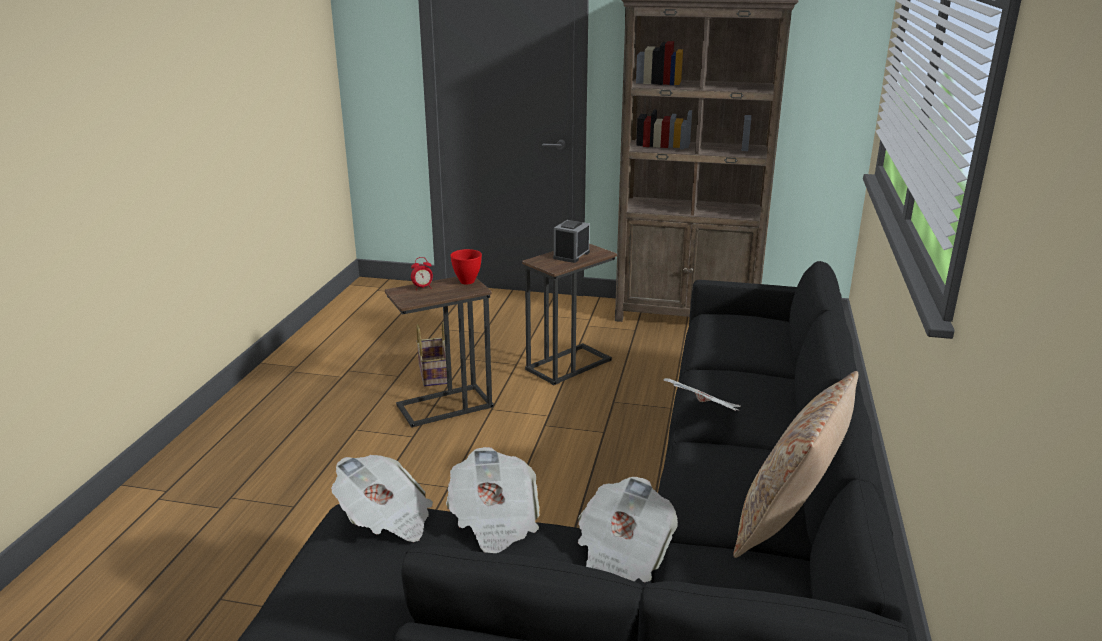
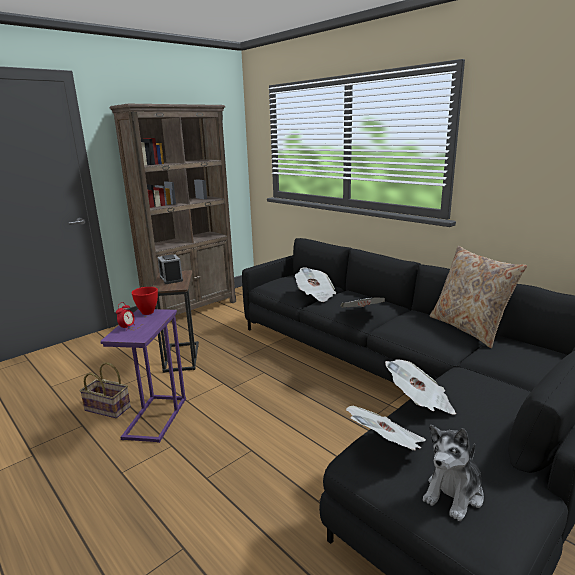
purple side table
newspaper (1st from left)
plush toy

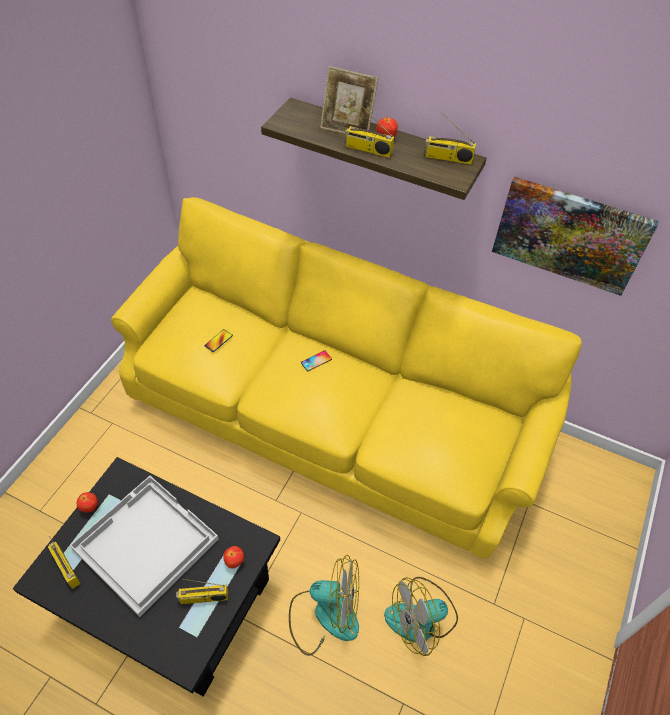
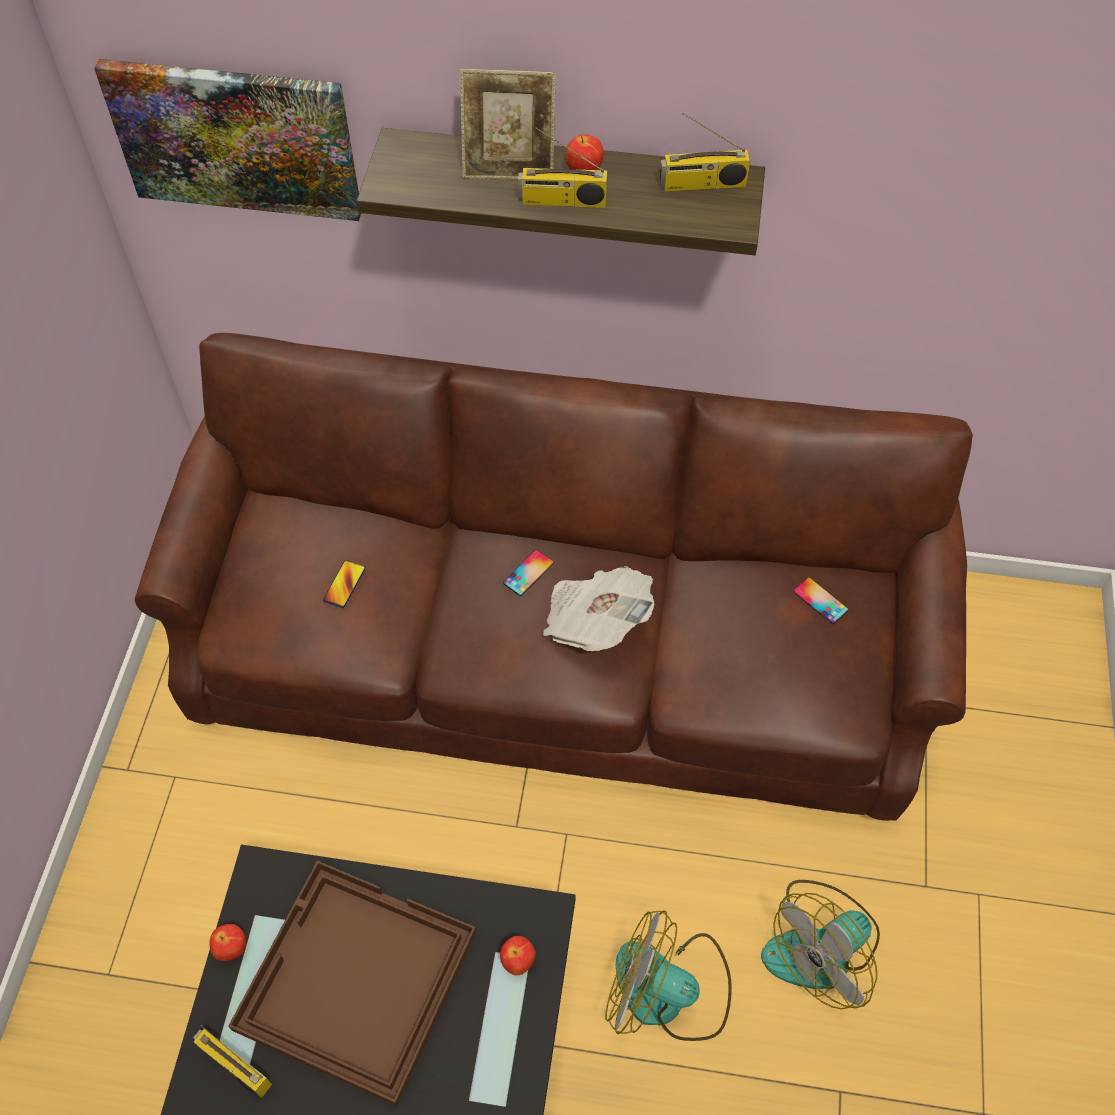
brown tray
brown sofa
radio (2nd from left in the first image)
fan (1st from left)
picture
newspaper
phone (3rd from left)

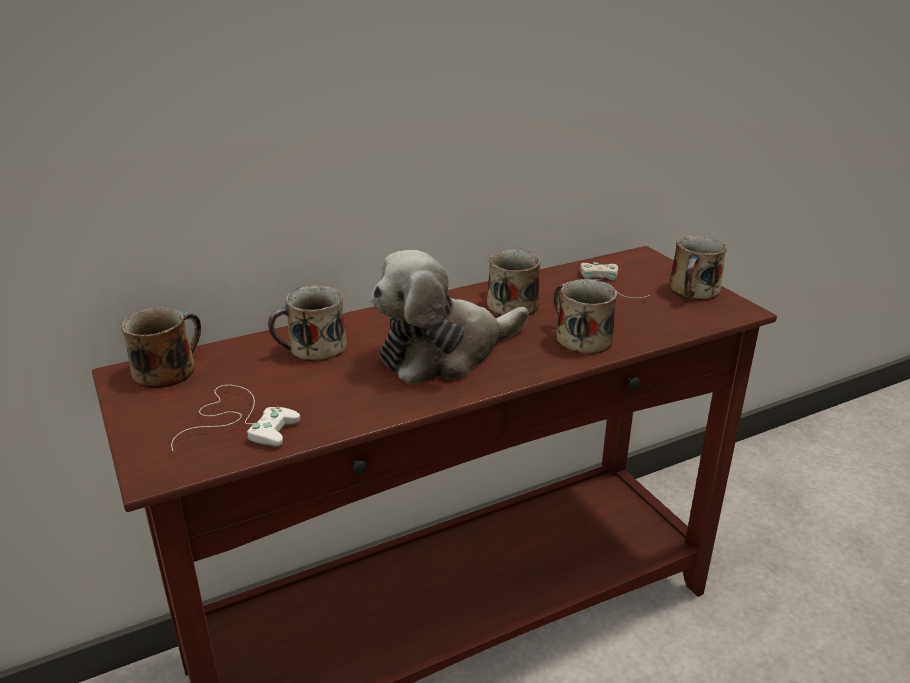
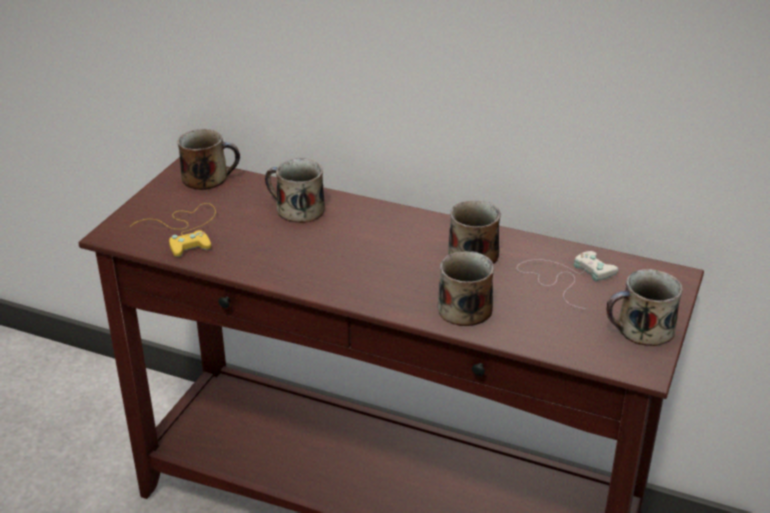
yellow game controller
plush toy

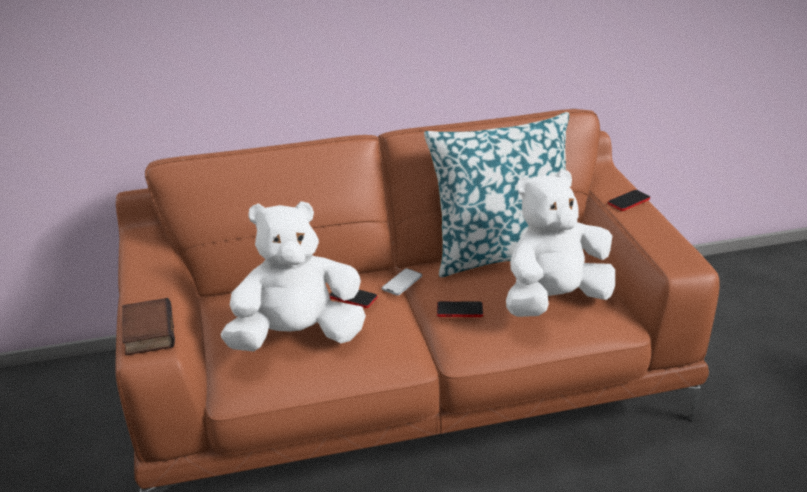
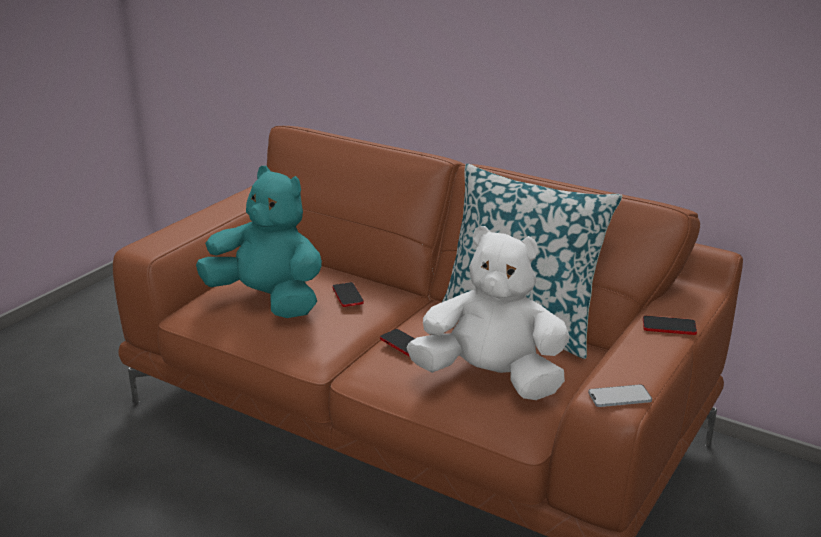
book
turquoise plush toy
phone (3rd from left)

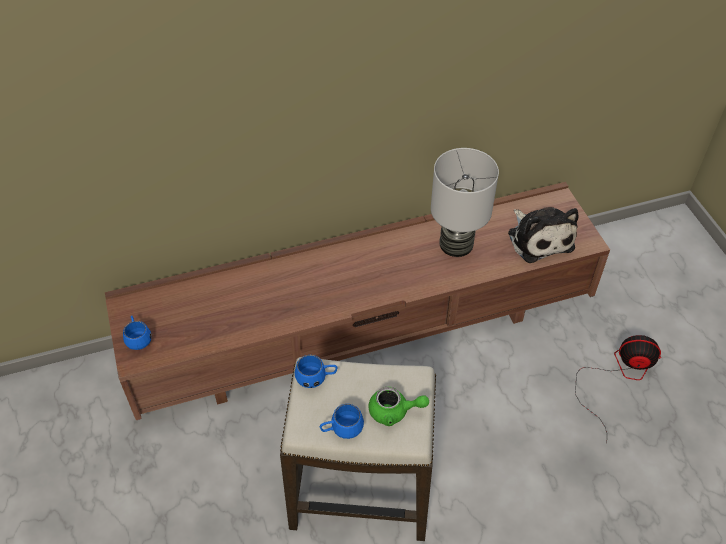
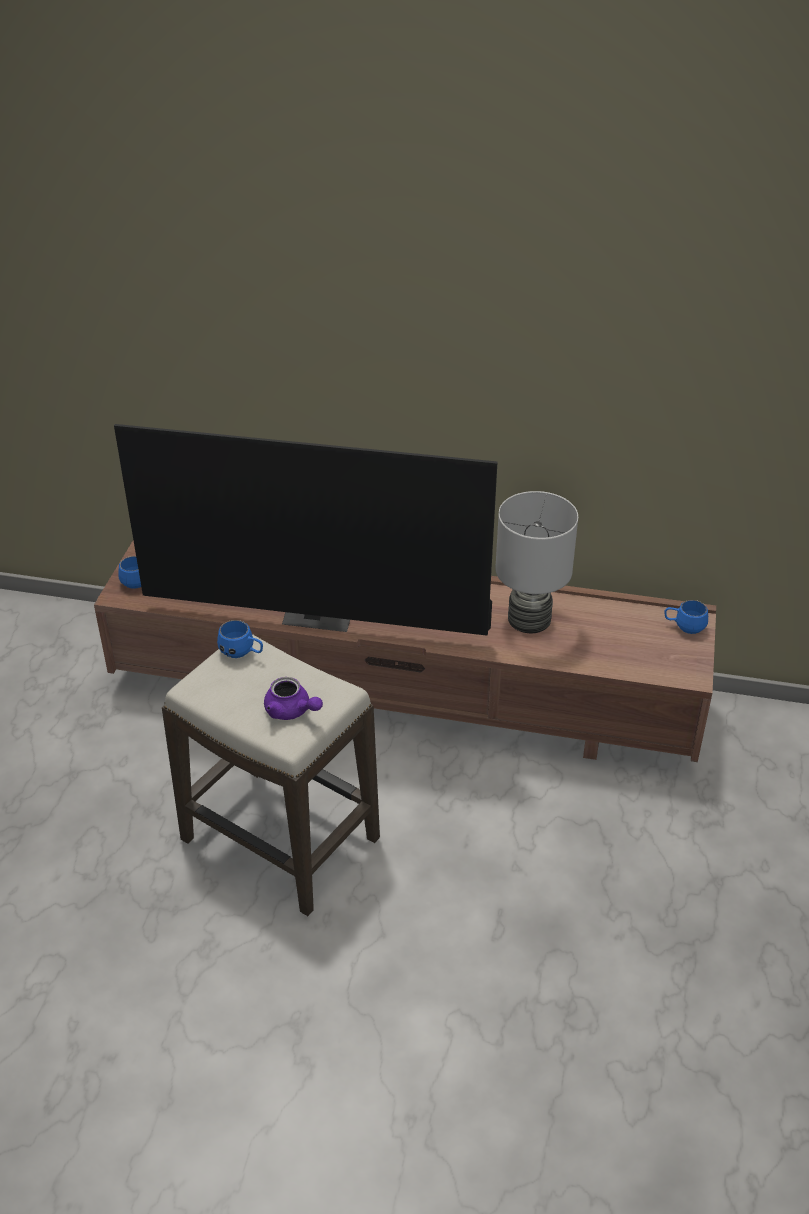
blue mug (3rd from left)
purple teapot
plush toy
fan
television

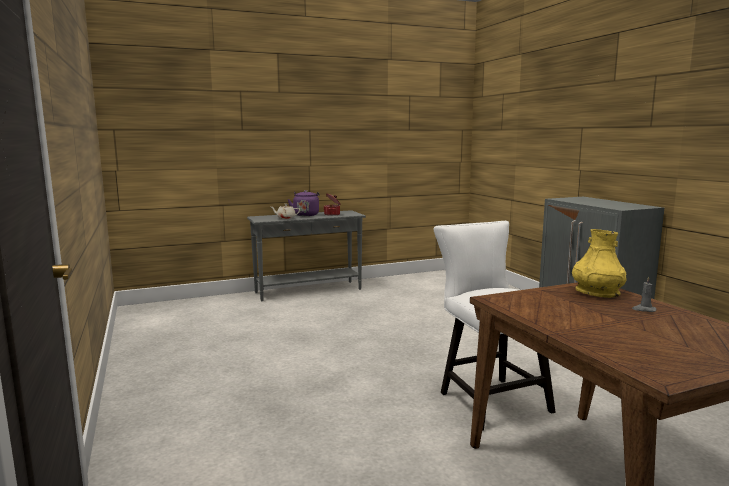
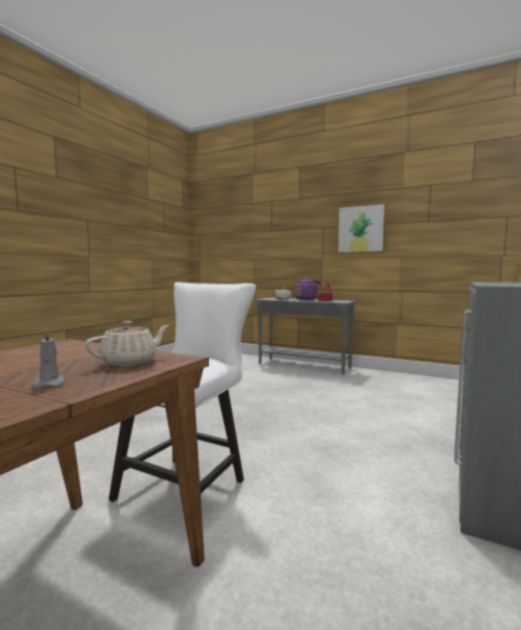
beige teapot (1st from left)
picture

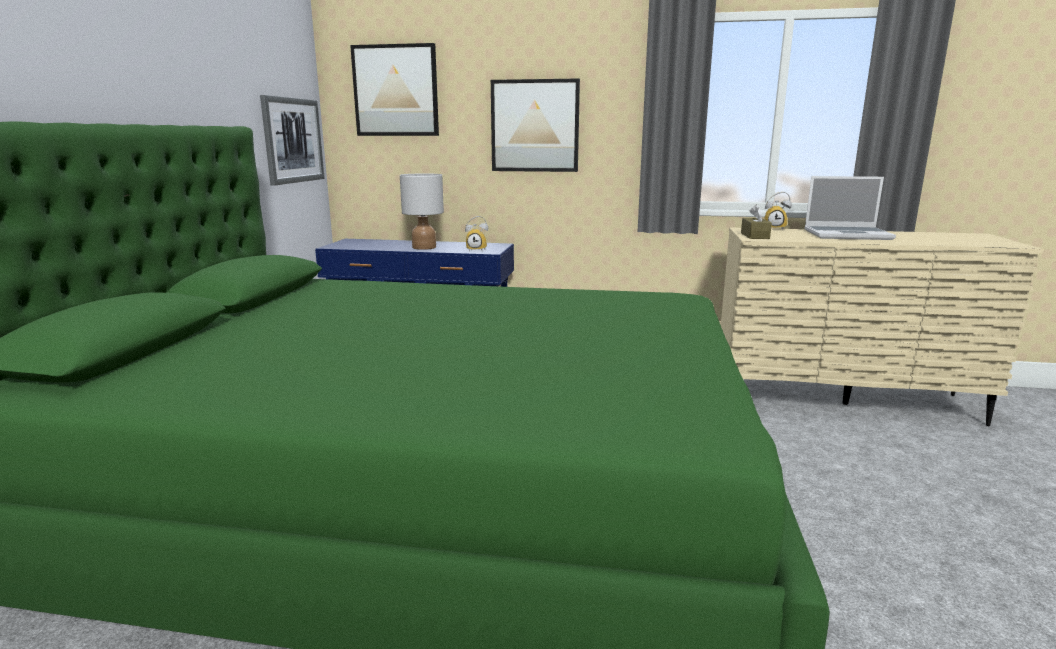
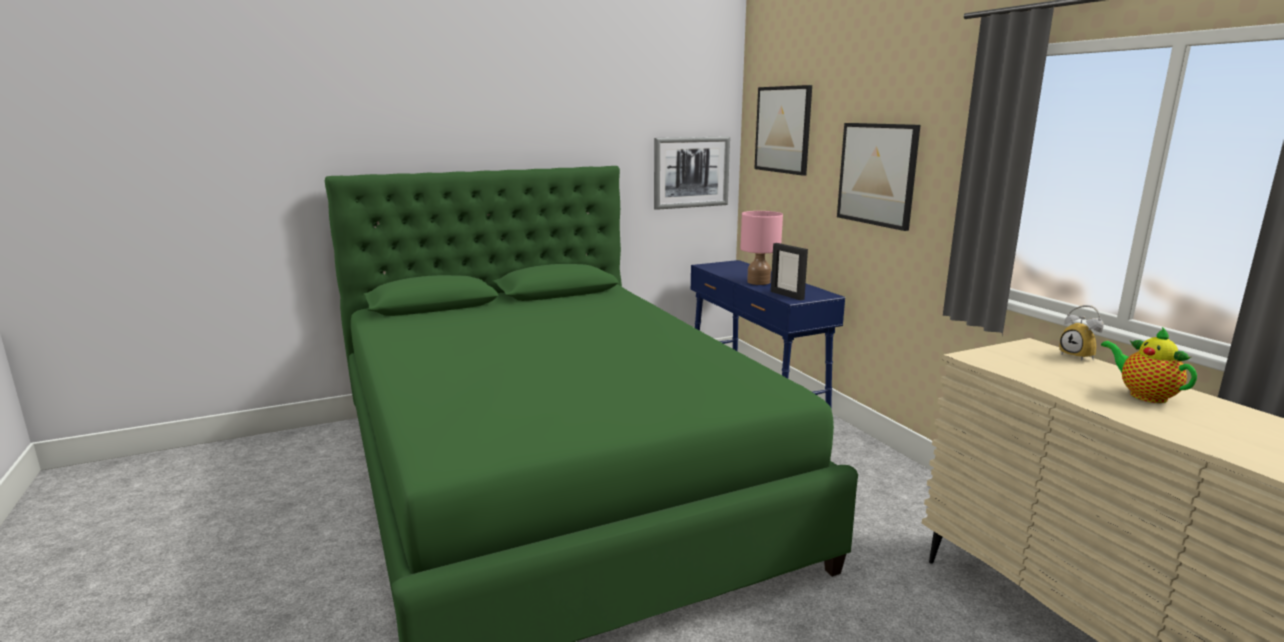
pink table lamp
picture frame
brown tissue box
teapot

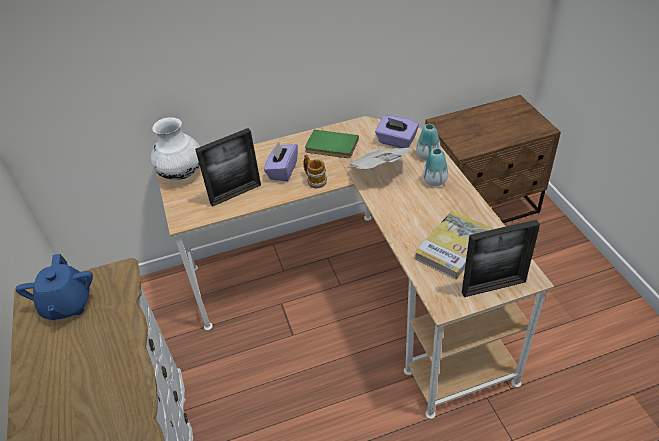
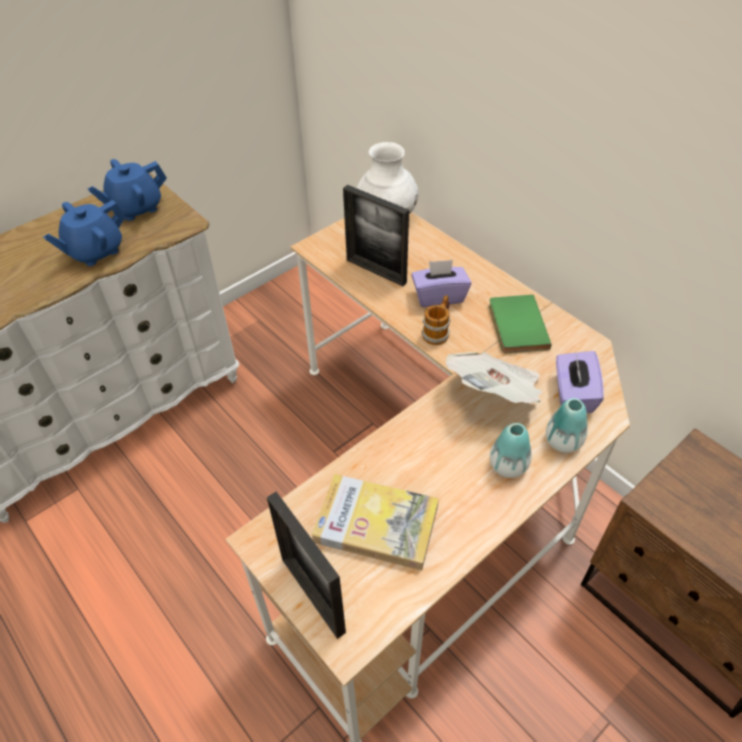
blue teapot (1st from left)

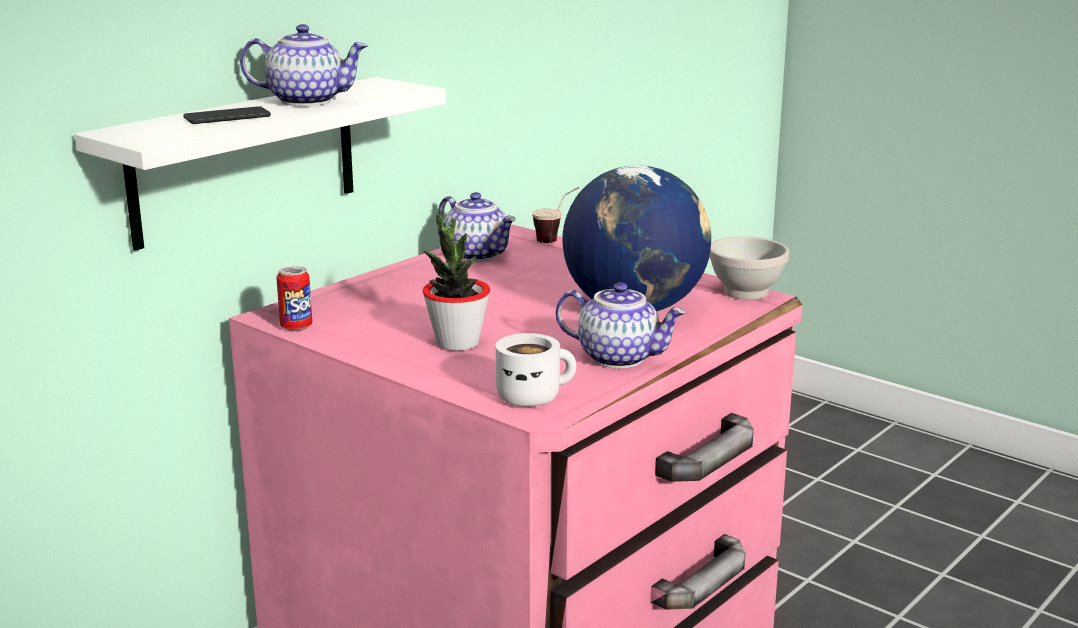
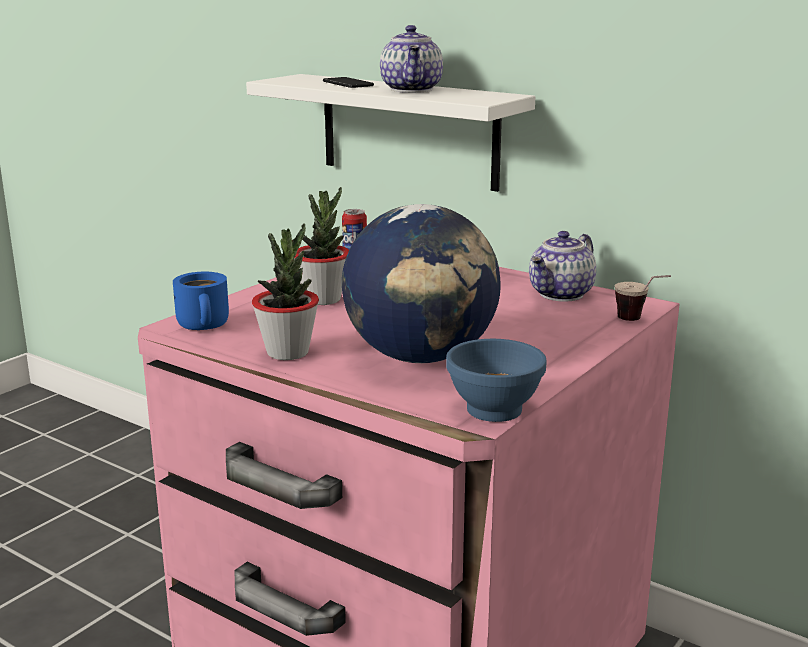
blue mug
potted plant (1st from left)
blue bowl

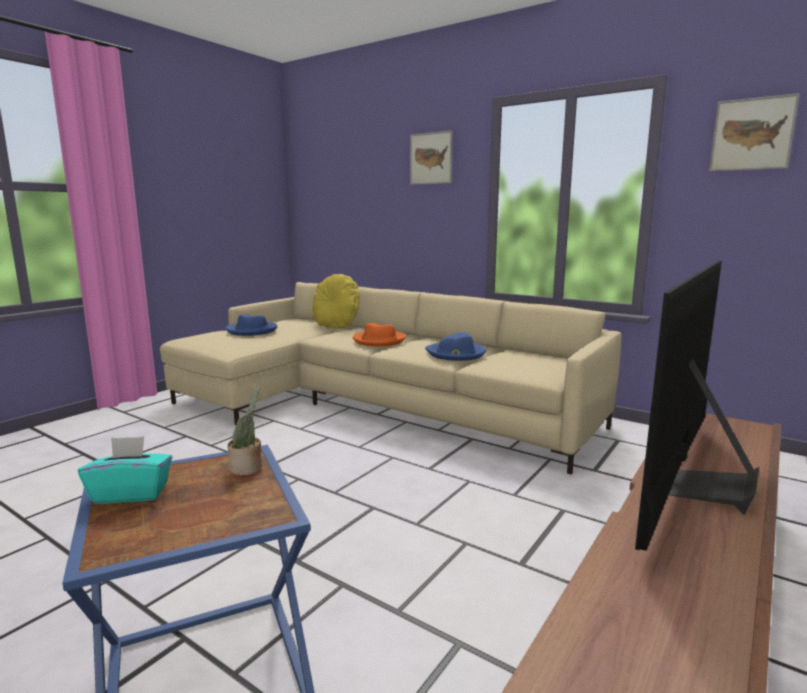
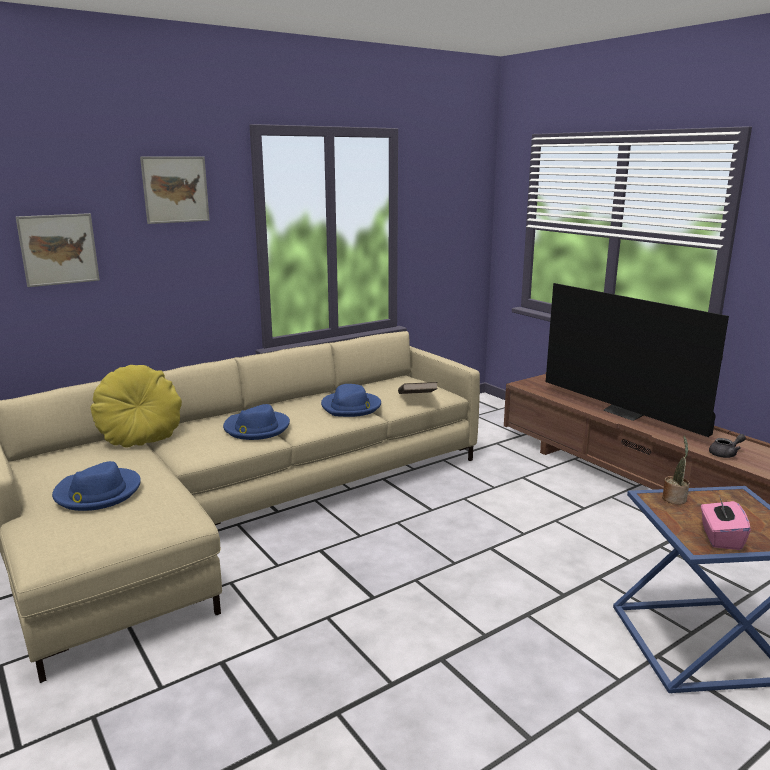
pink tissue box
blue hat (2nd from left)
picture (1st from left)
brown book
grey teapot

